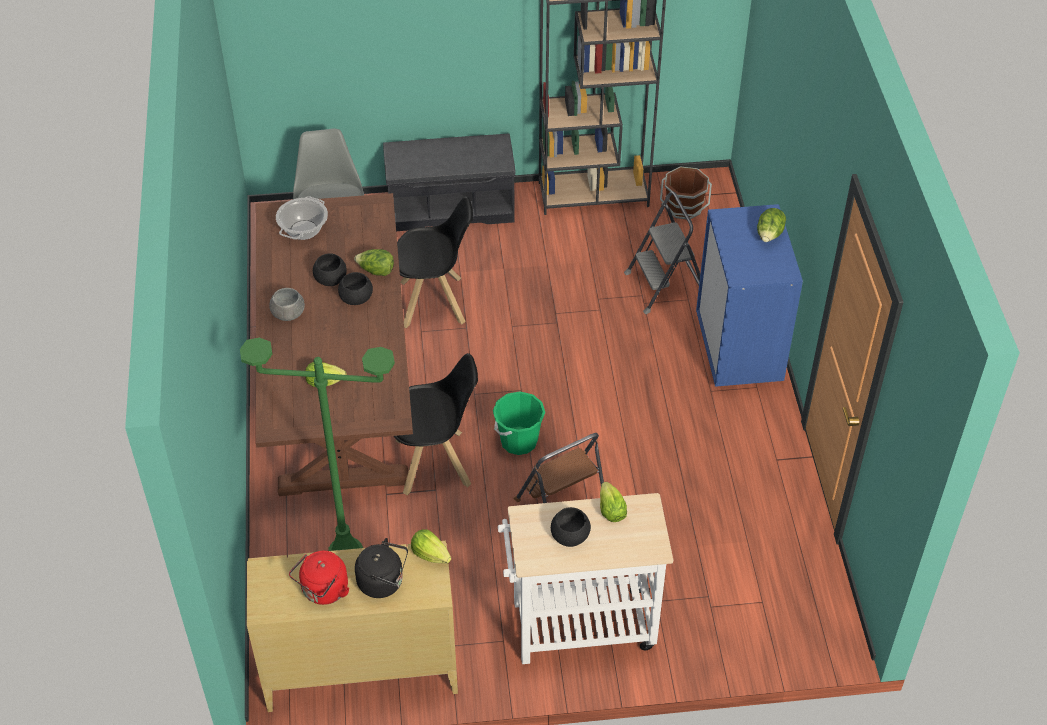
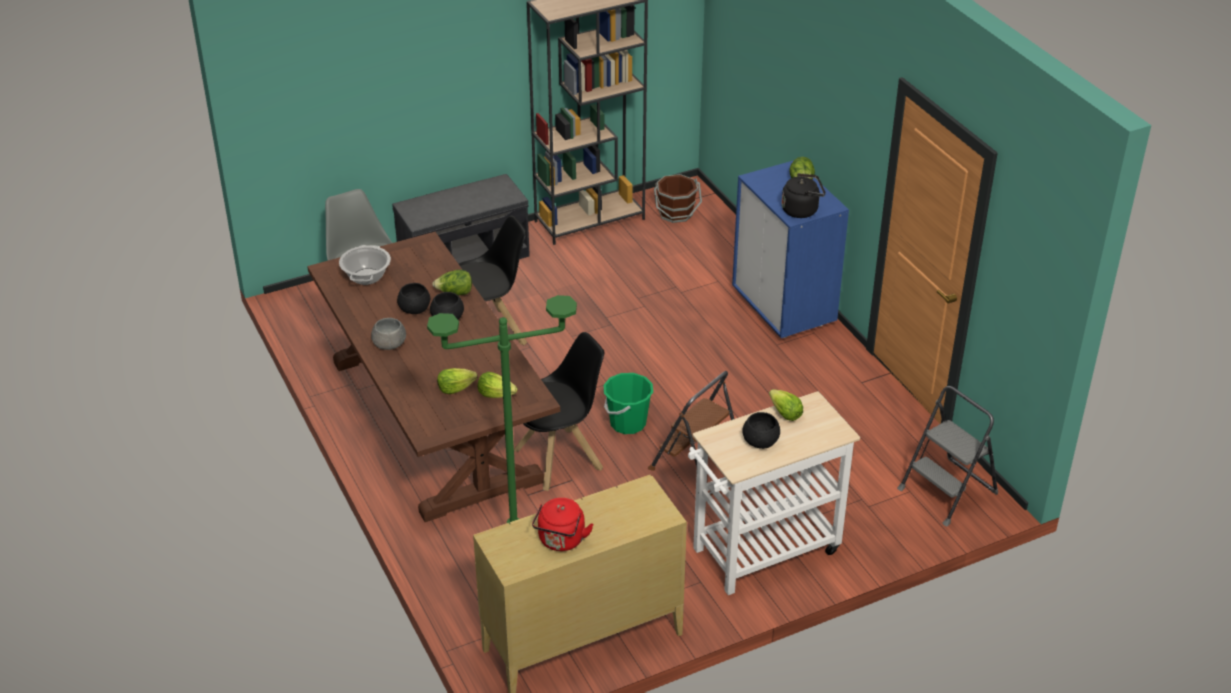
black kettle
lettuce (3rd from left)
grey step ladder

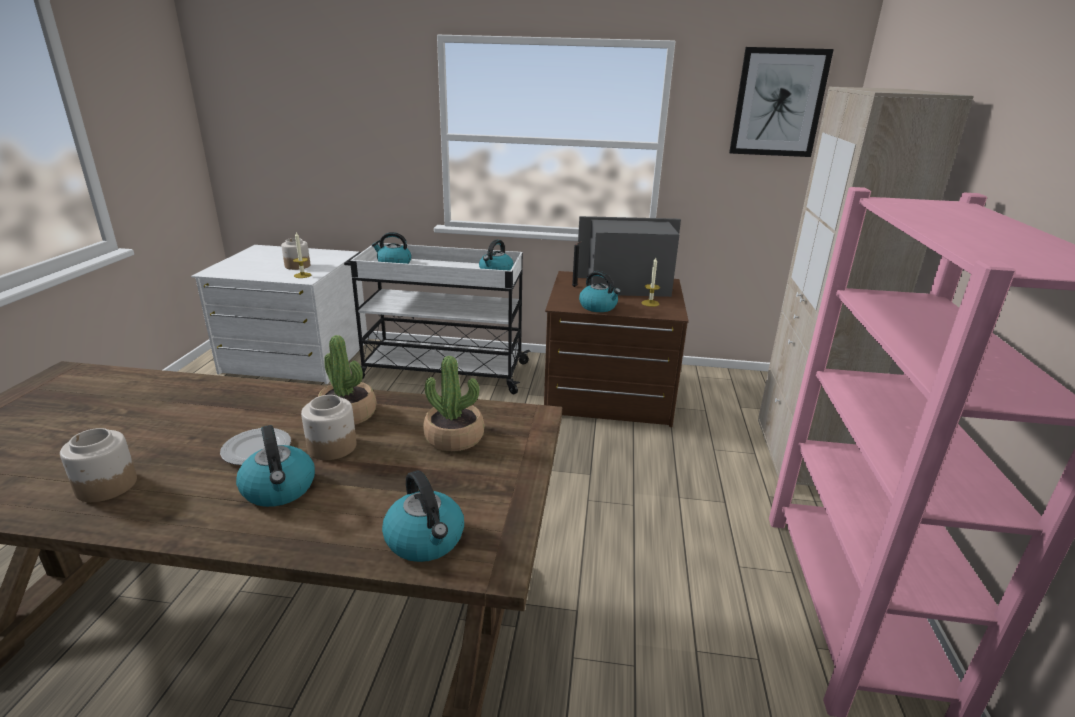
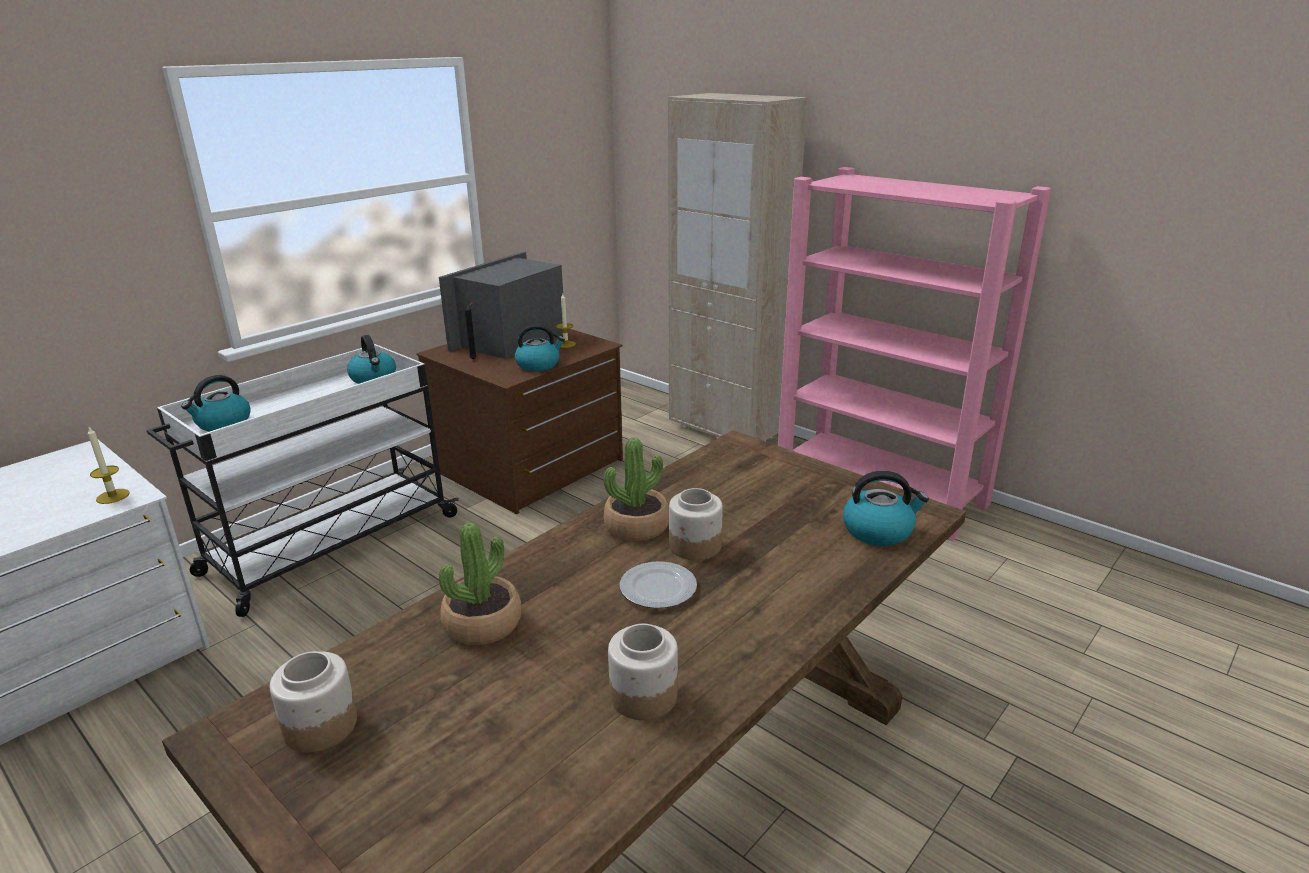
kettle (1st from left in the first image)
jar (1st from left)
potted plant (1st from left)
picture

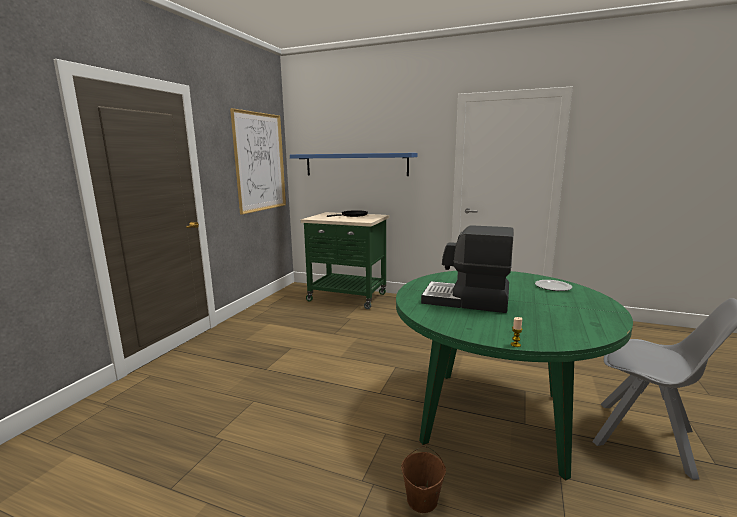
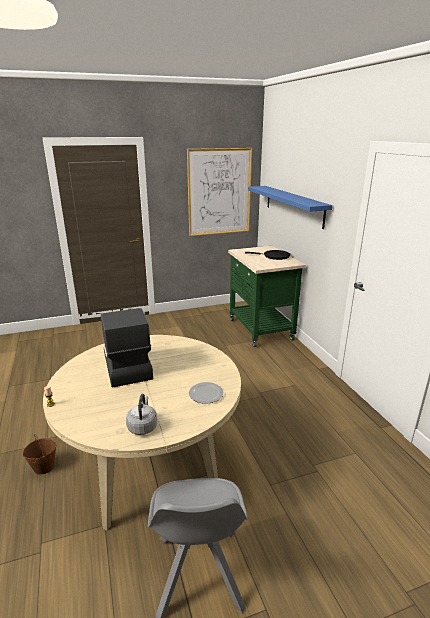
beige dining table
grey kettle

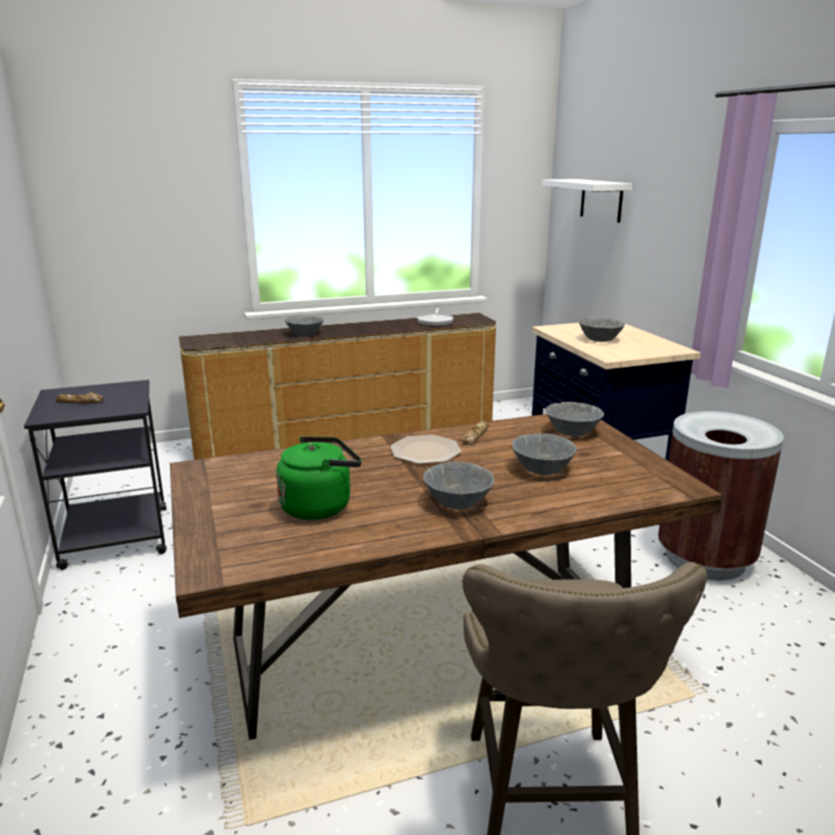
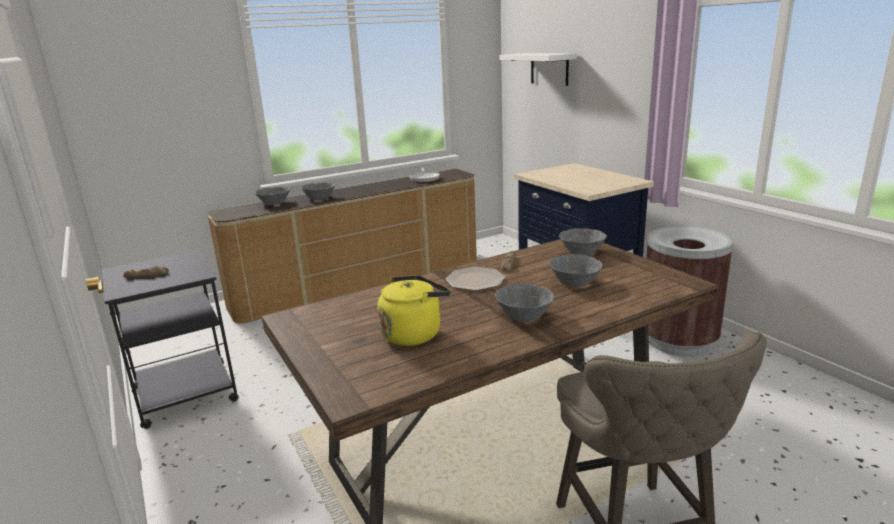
yellow kettle
grey bowl (1st from left)

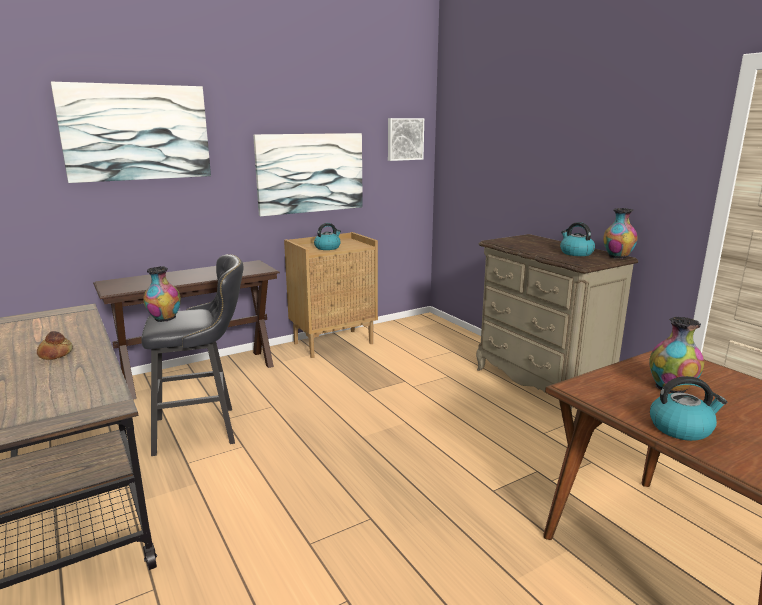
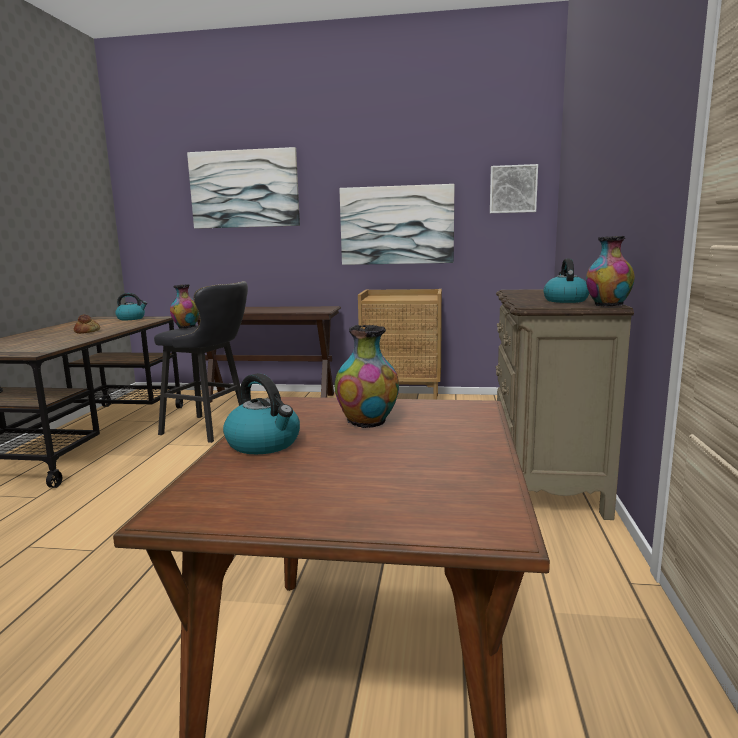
kettle (1st from left)

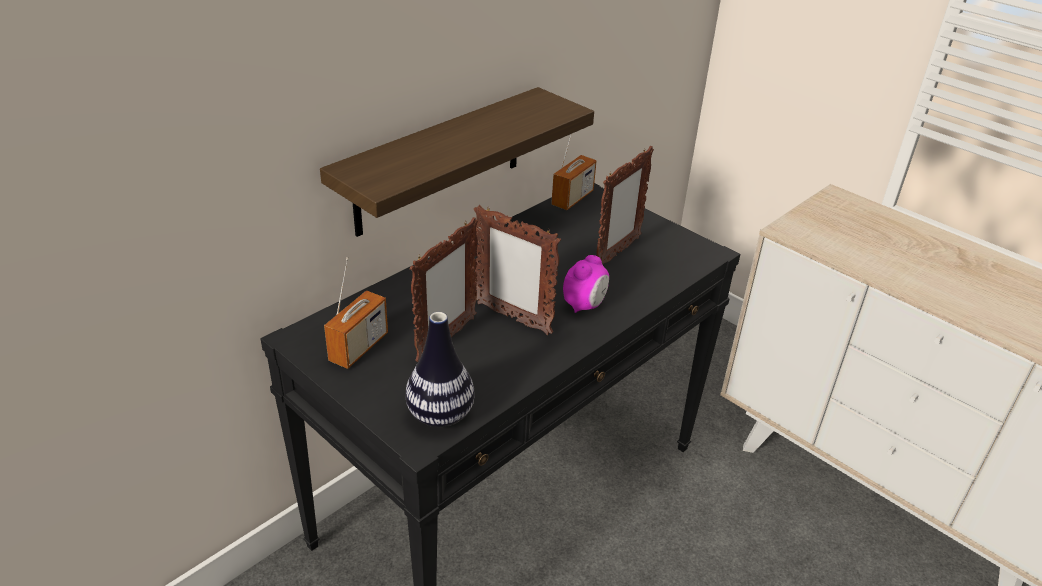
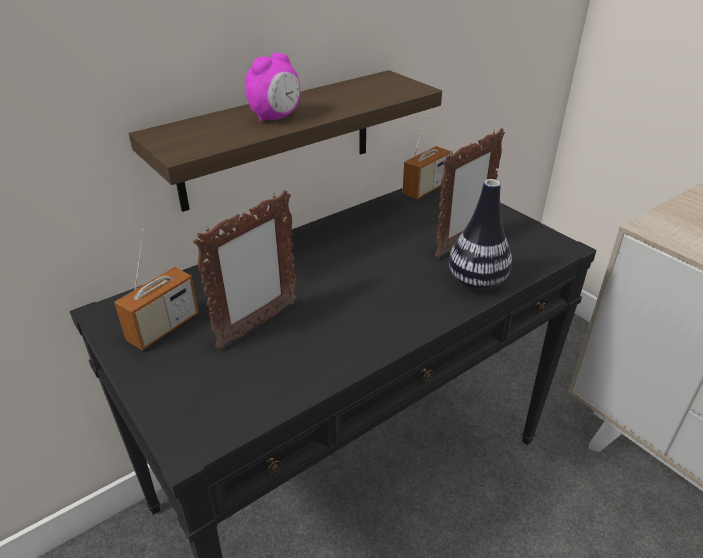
vase
picture frame (2nd from left in the first image)
alarm clock

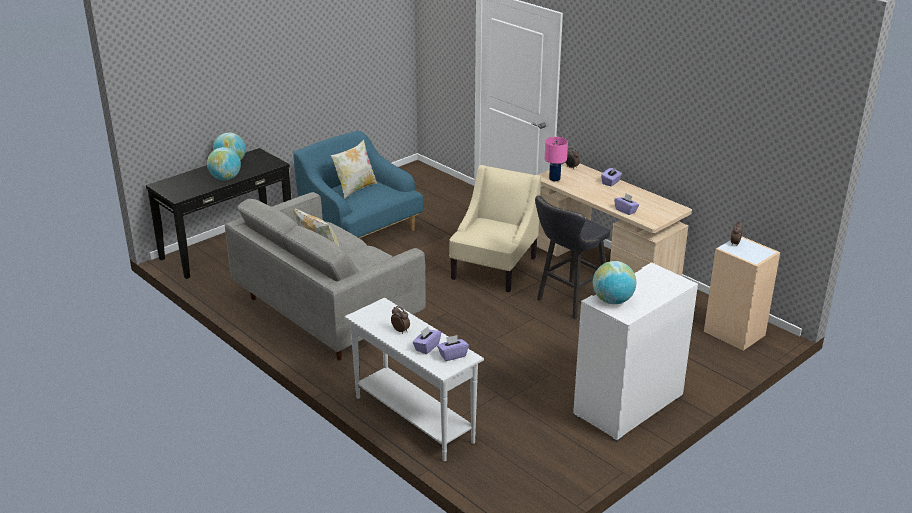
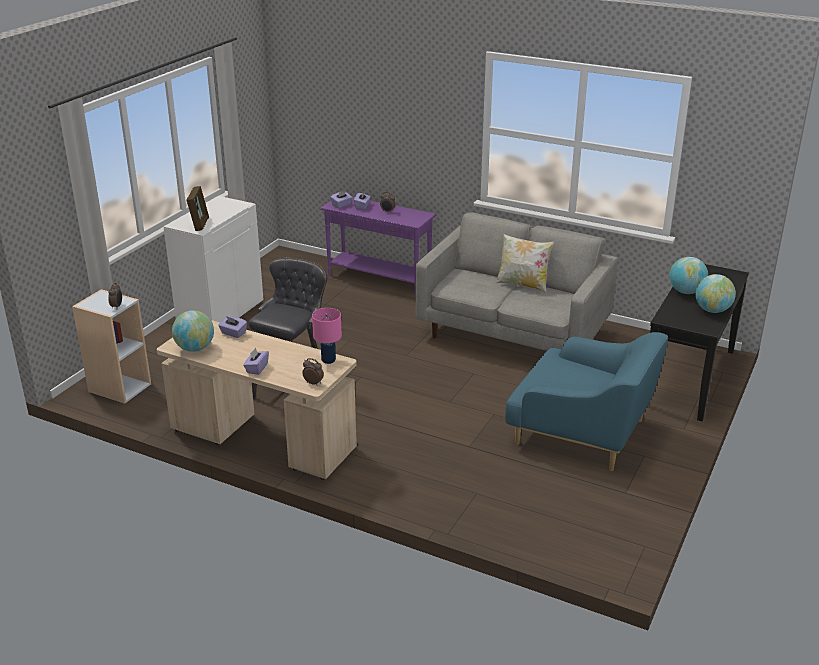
pillow (2nd from left in the first image)
purple console table
beige armchair
globe (1st from left)
picture frame

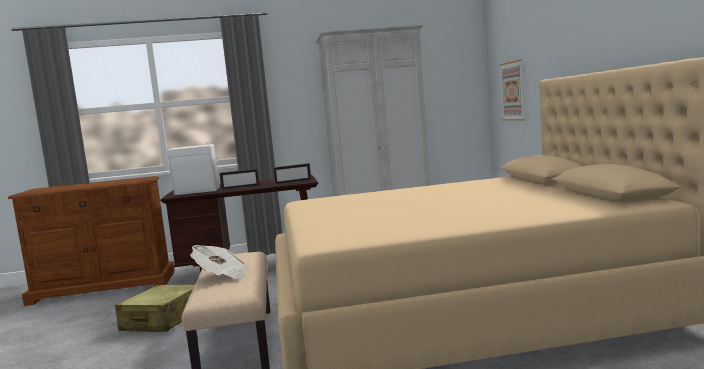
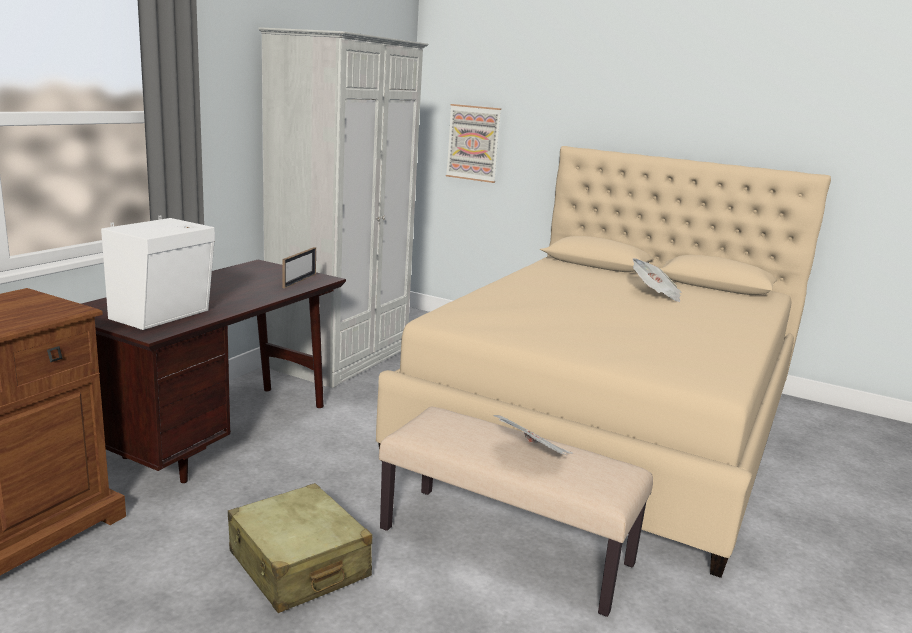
picture frame (1st from left in the first image)
newspaper (2nd from left)

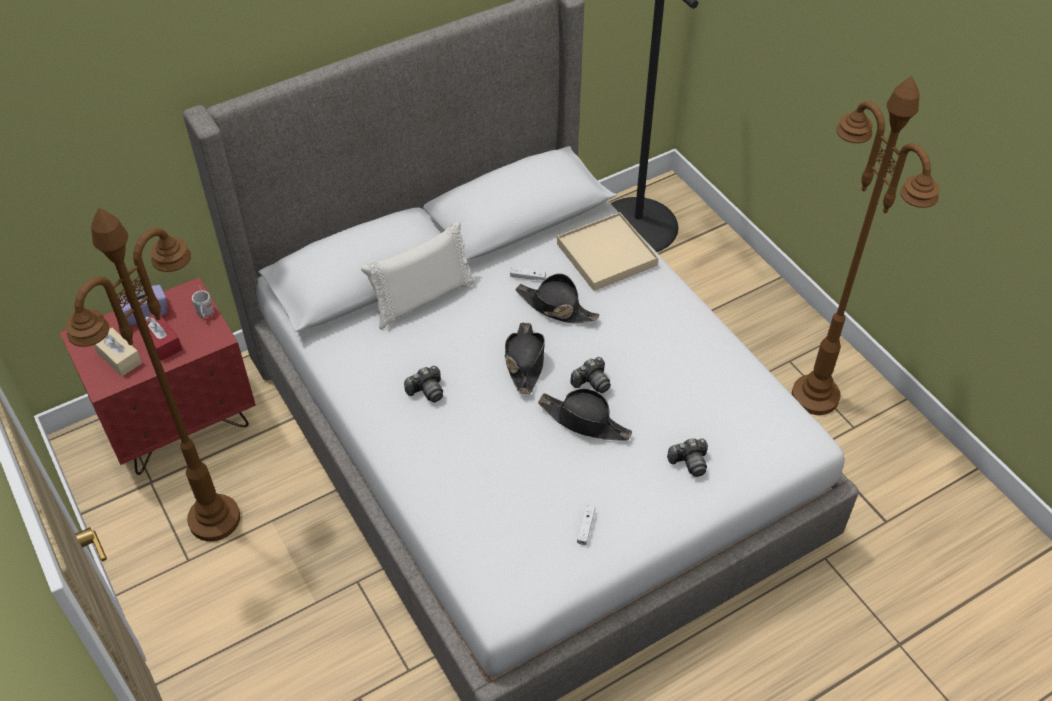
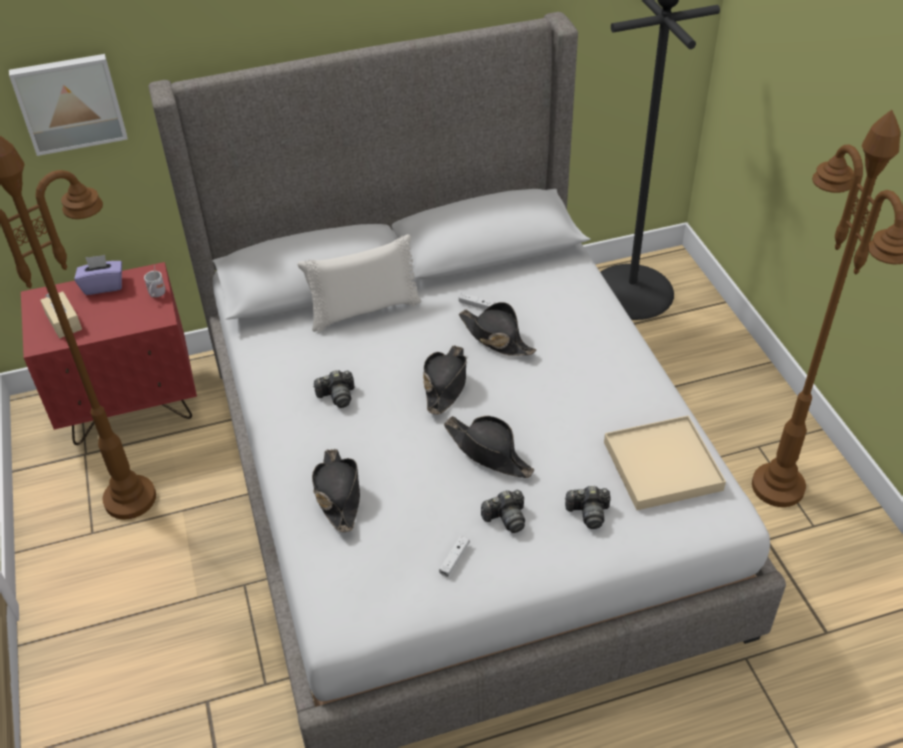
red tissue box
beige tray
photo camera (2nd from left)
picture
black hat (1st from left)

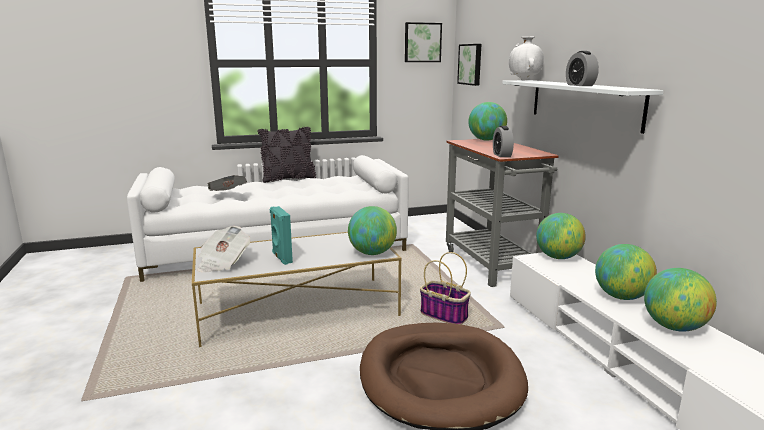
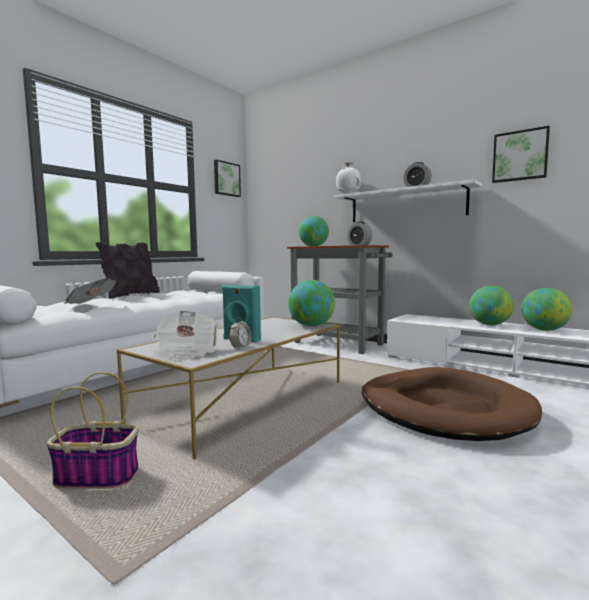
basket
picture (2nd from left)
globe (3rd from left in the first image)
alarm clock (1st from left)

